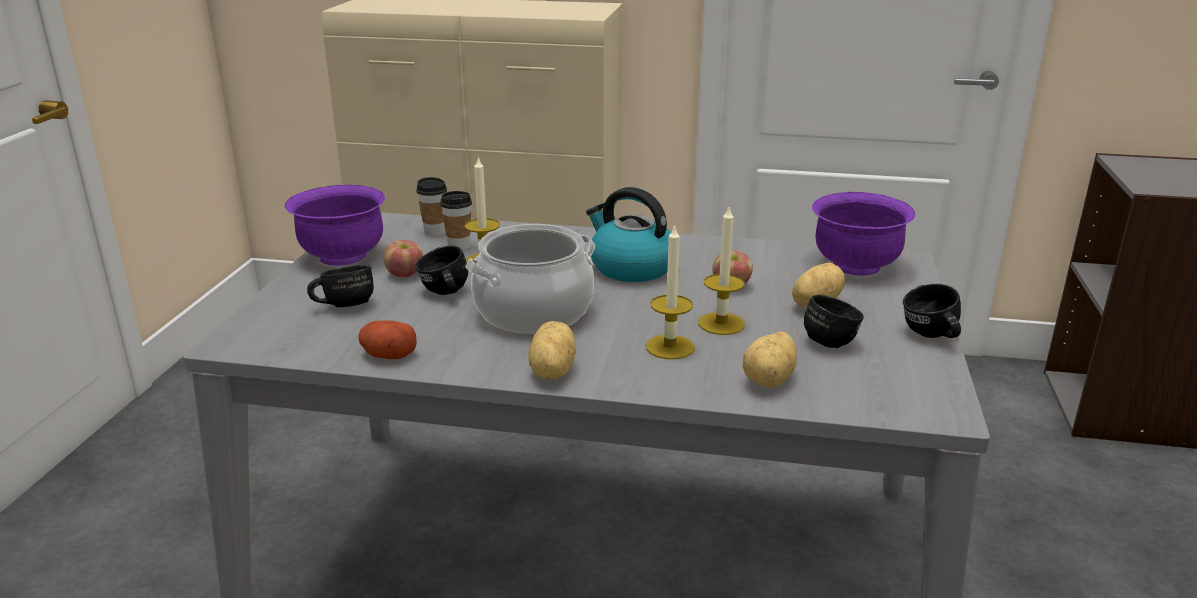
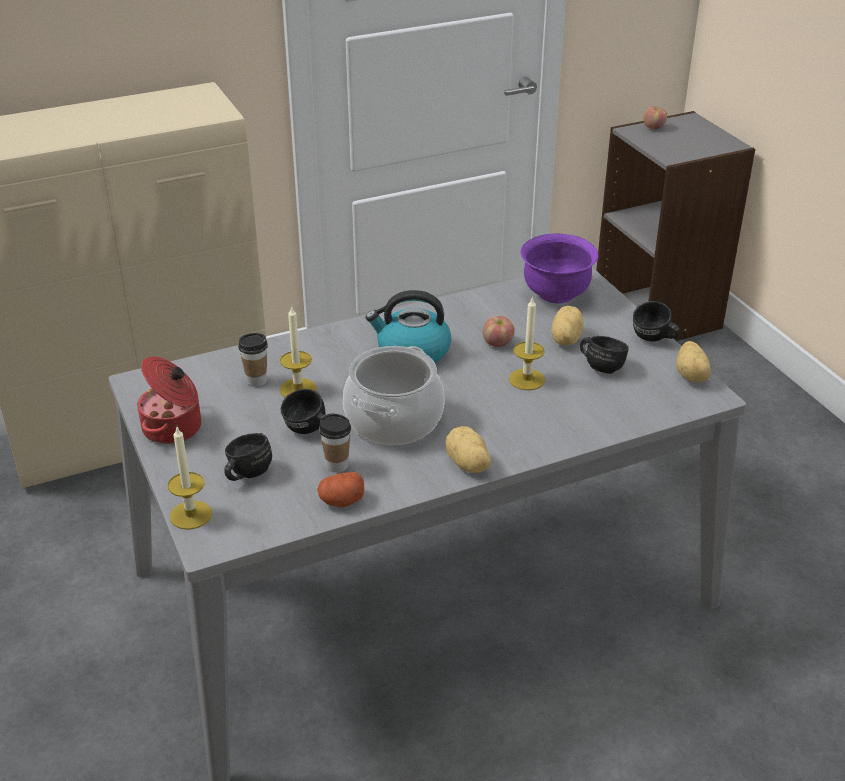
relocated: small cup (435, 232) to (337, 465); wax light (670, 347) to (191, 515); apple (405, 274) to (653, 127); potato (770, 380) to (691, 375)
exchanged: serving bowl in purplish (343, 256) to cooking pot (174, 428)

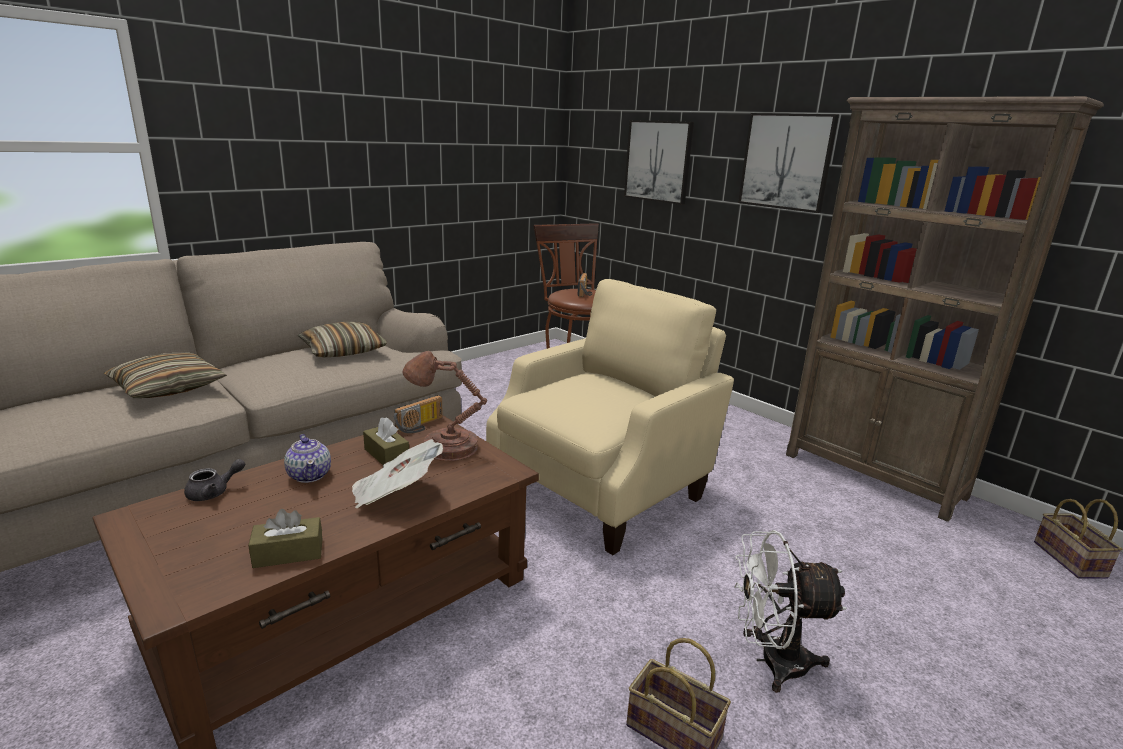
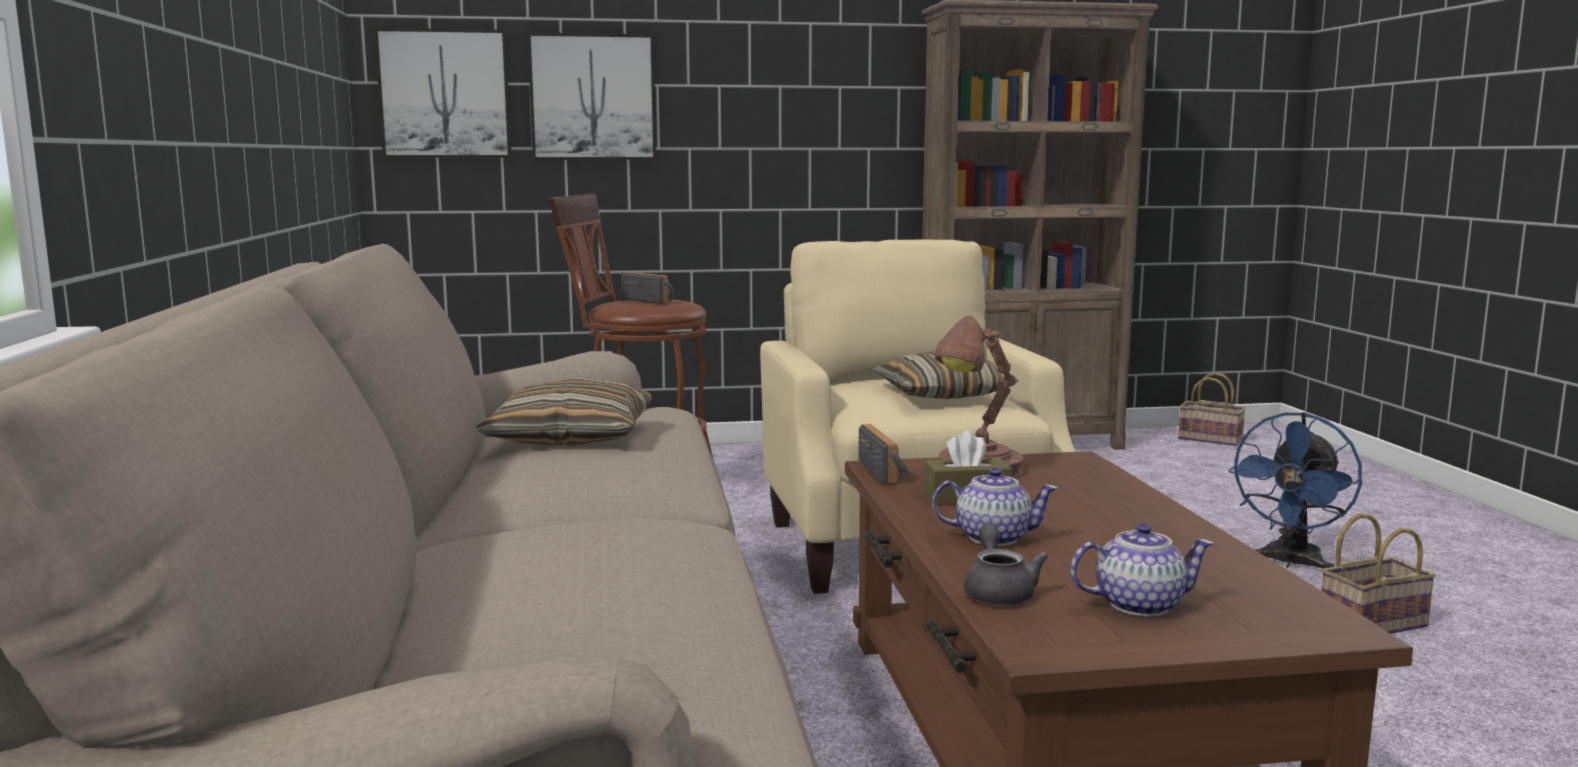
missing: daily paper (395, 494); tissue holder in brown (288, 553)
appeared: tea pot (1137, 605)
relocated: wall picture (786, 161) to (445, 94); throw pillow (168, 388) to (942, 394)
colour: cooling fan in whitish (771, 661) to cooling fan in blue (1290, 563)

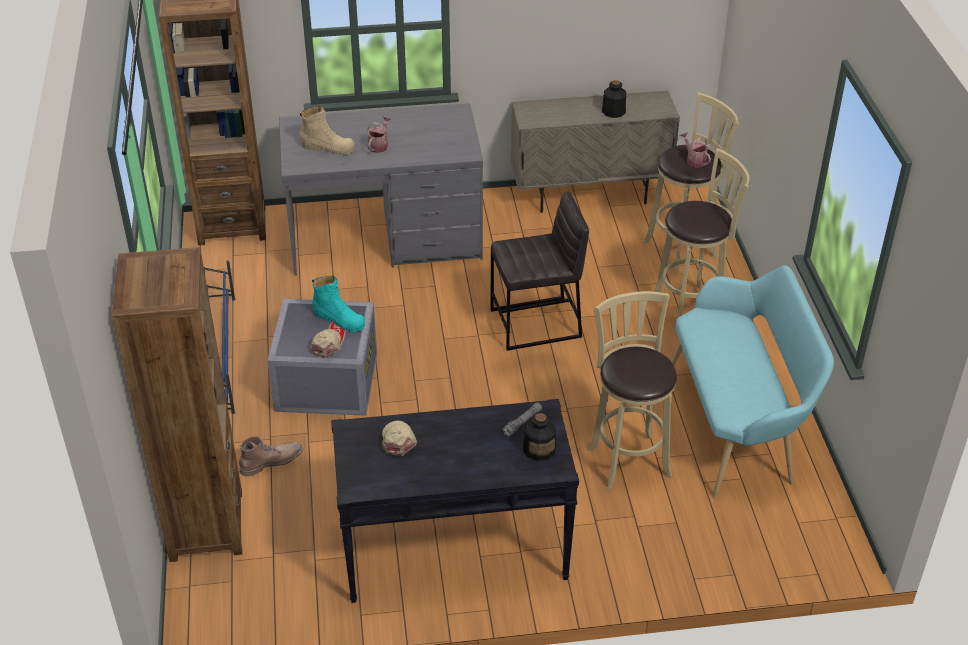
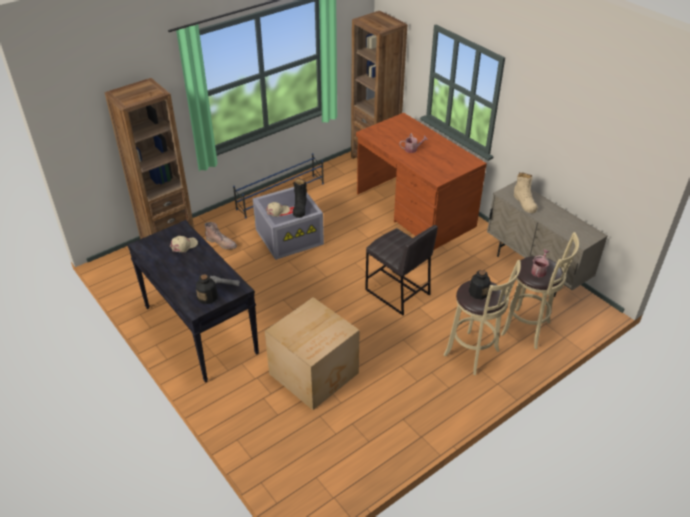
missing: indoor bench in blue-green (737, 426)
relocated: bottle (613, 111) to (478, 292); high-top boot in beige-coloured (328, 147) to (524, 202)
exchanged: sitting stool in beige-coloured (627, 459) to packing box (315, 373)
colour: desk in grey (386, 238) to desk in brown (414, 210); high-top boot in blue-green (339, 319) to high-top boot in blackish (300, 207)

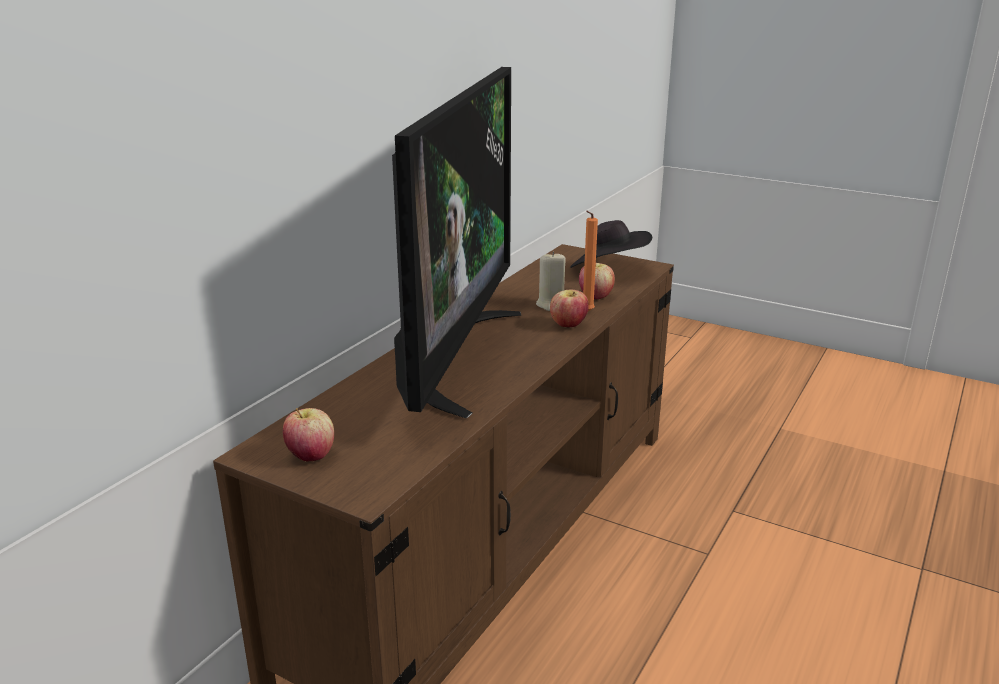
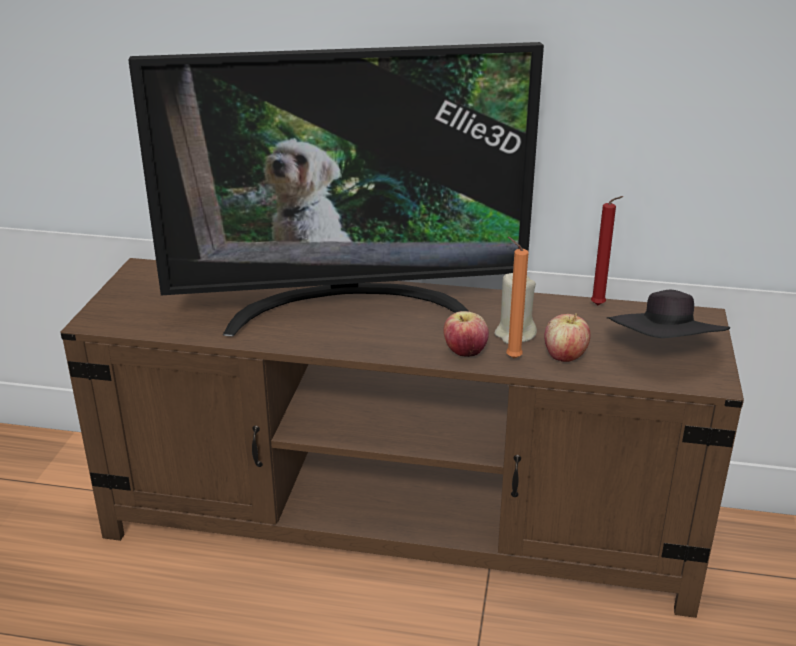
missing: apple (311, 455)
appeared: wax light in red-coloured (600, 306)

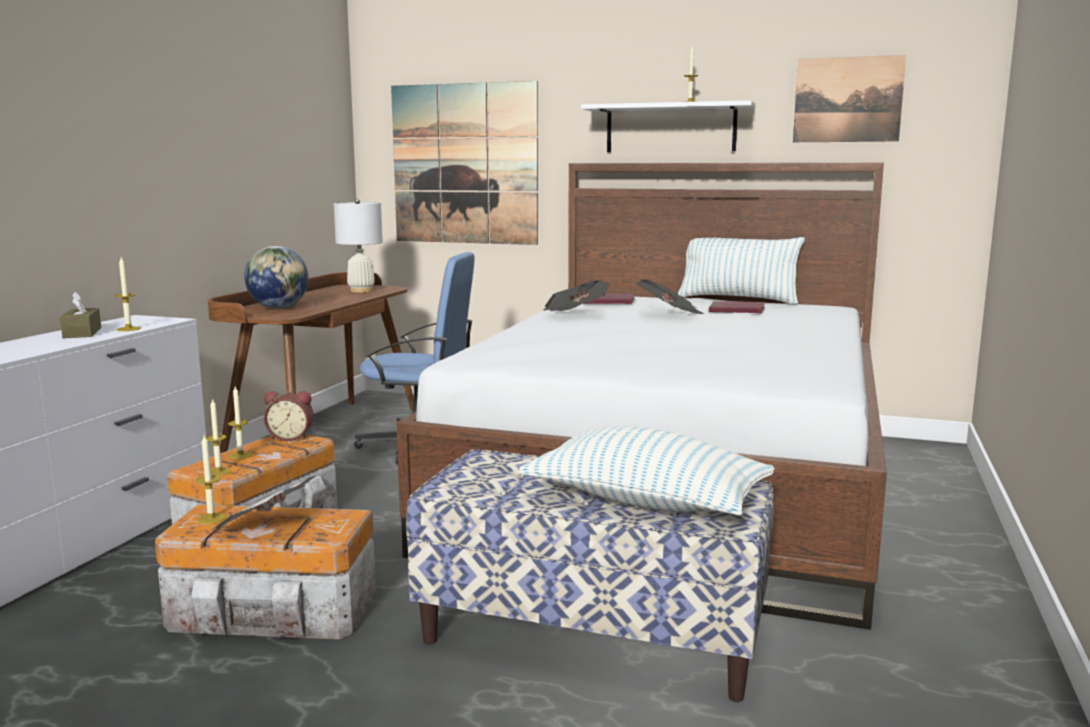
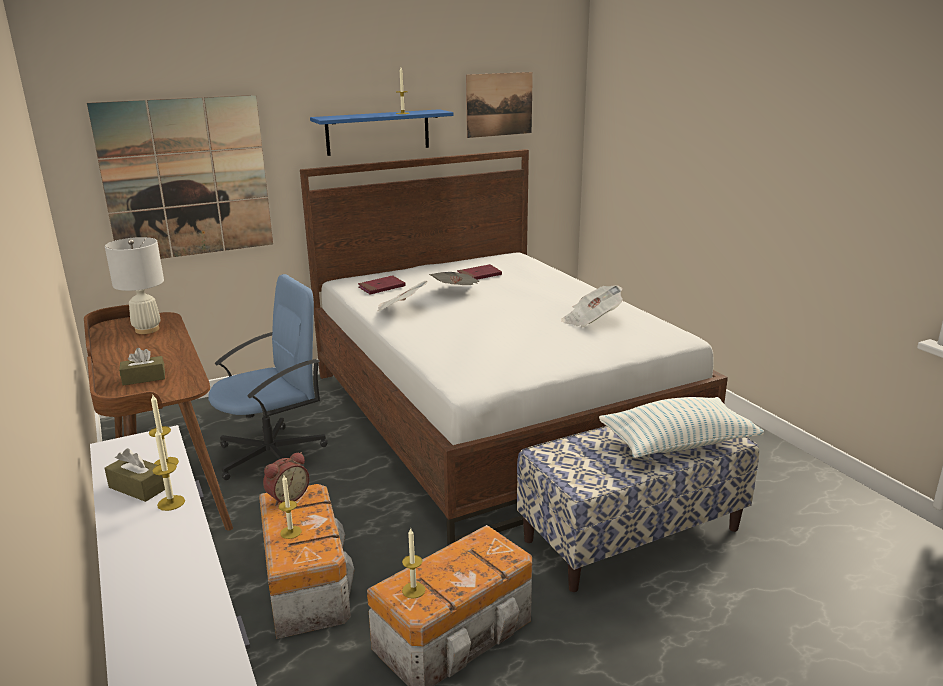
missing: throw pillow (738, 299)
relocated: wax light (218, 472) to (171, 503); daily paper (265, 529) to (591, 321)
exchanged: world globe (279, 308) to tissue holder in brown (144, 378)
colour: shelf in whitish (670, 128) to shelf in blue (378, 132)

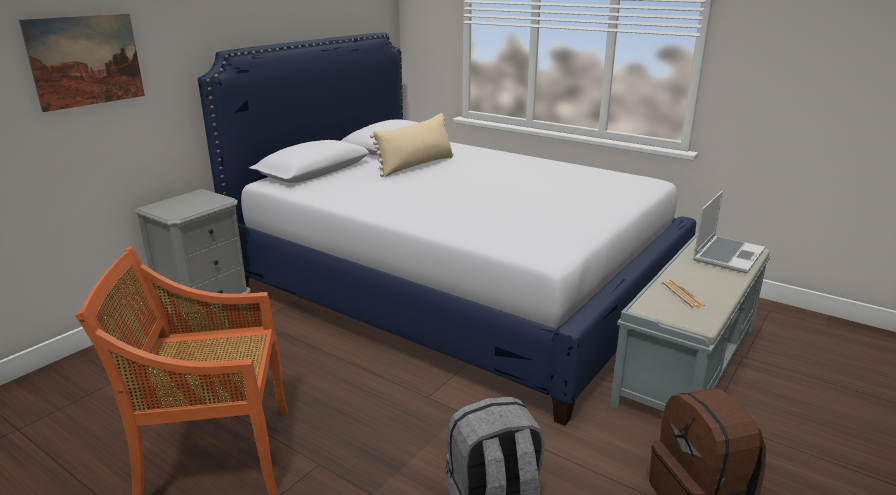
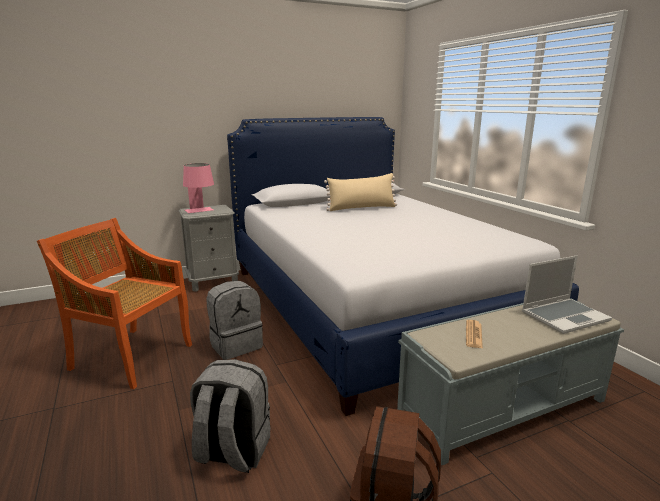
missing: wall picture (86, 61)
appeared: table lamp in pink-coloured (200, 211); knapsack in grey (236, 345)

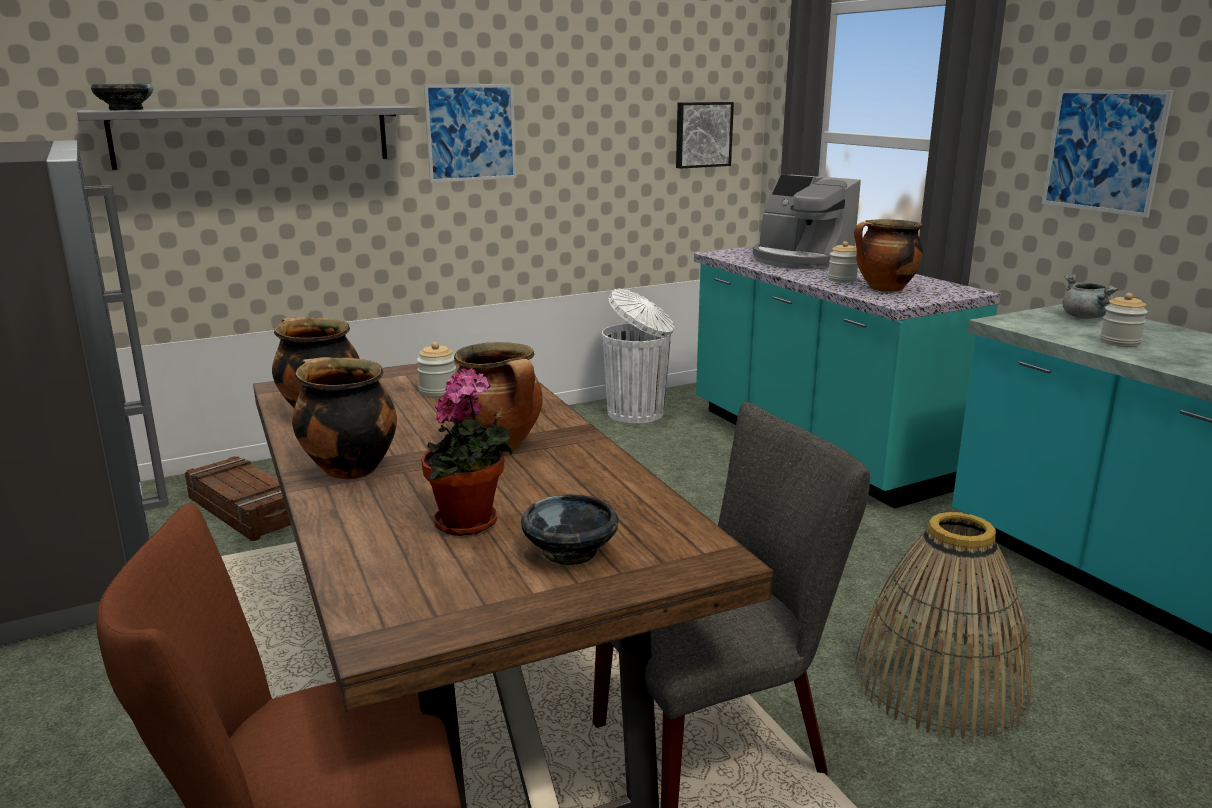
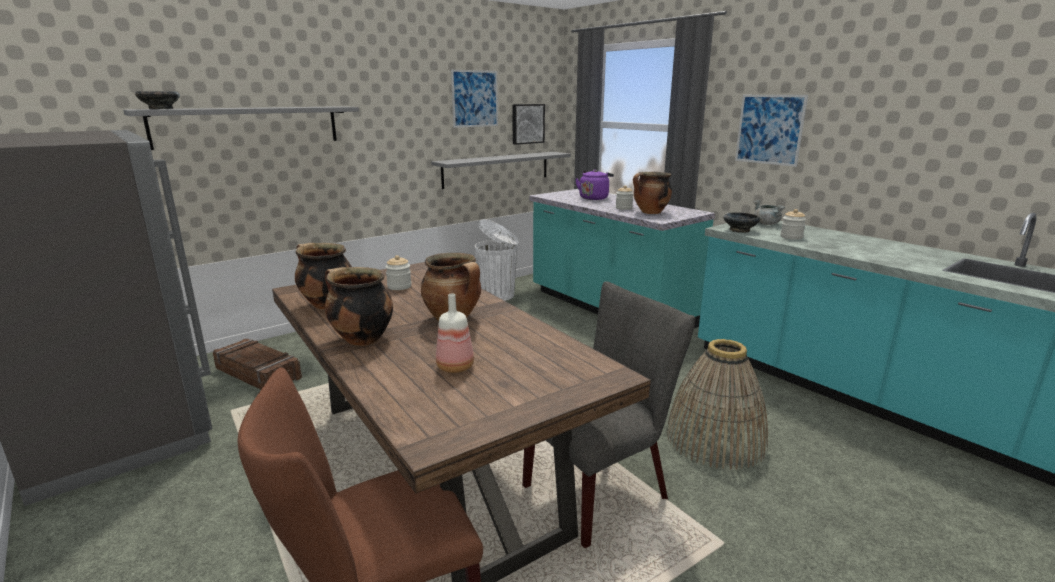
appeared: shelf in grey (496, 169)
relocated: wall picture (471, 132) to (475, 98); serving bowl in blackish (570, 553) to (739, 230)
exchanged: coffee brewer (800, 260) to water kettle in purplish (594, 198); plant in a pot (470, 524) to bottle (456, 367)

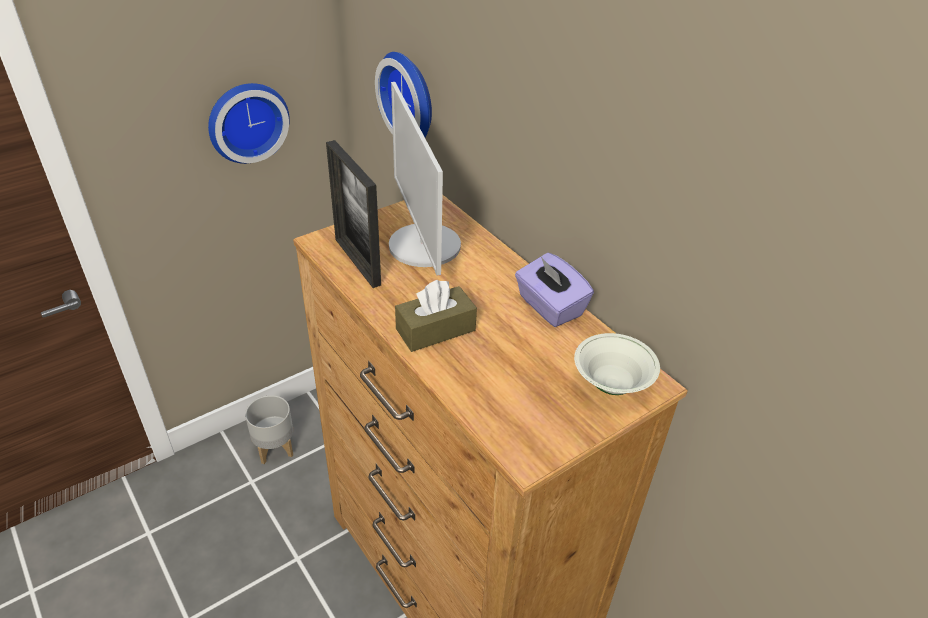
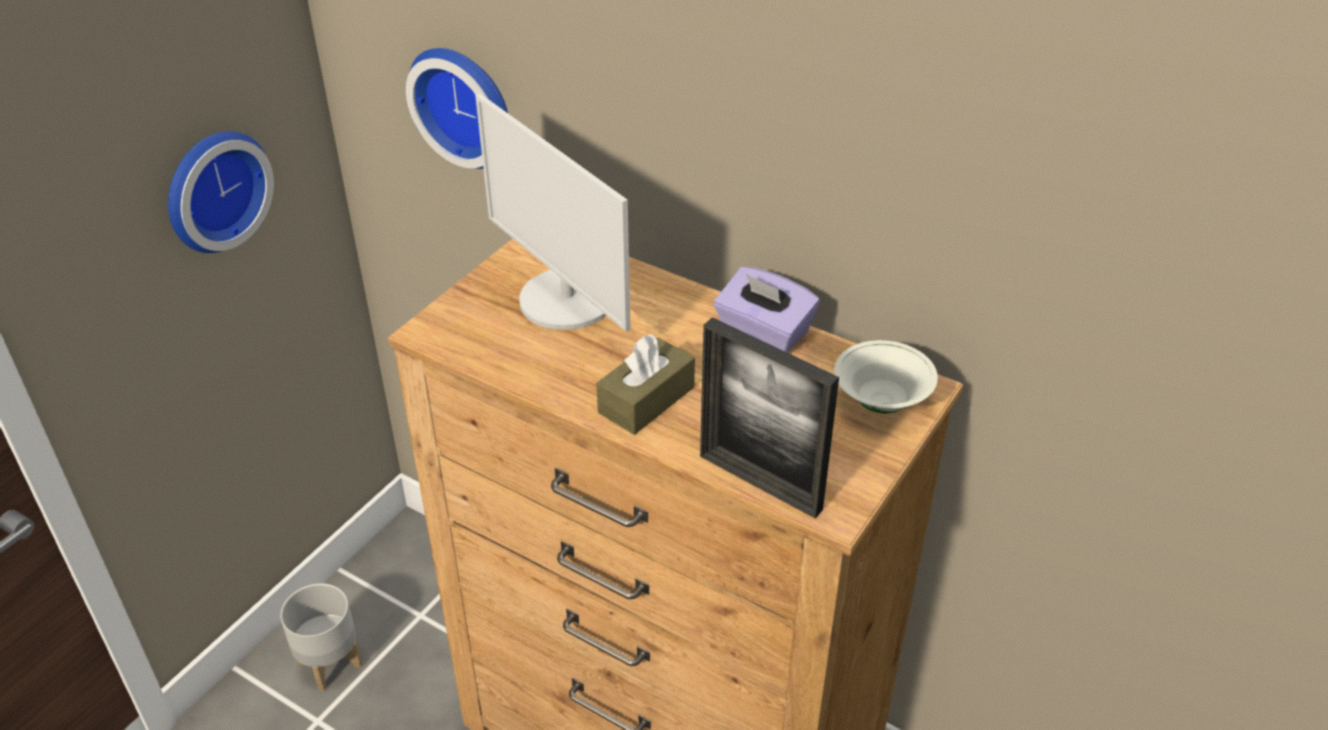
relocated: picture frame (357, 261) to (760, 482)

